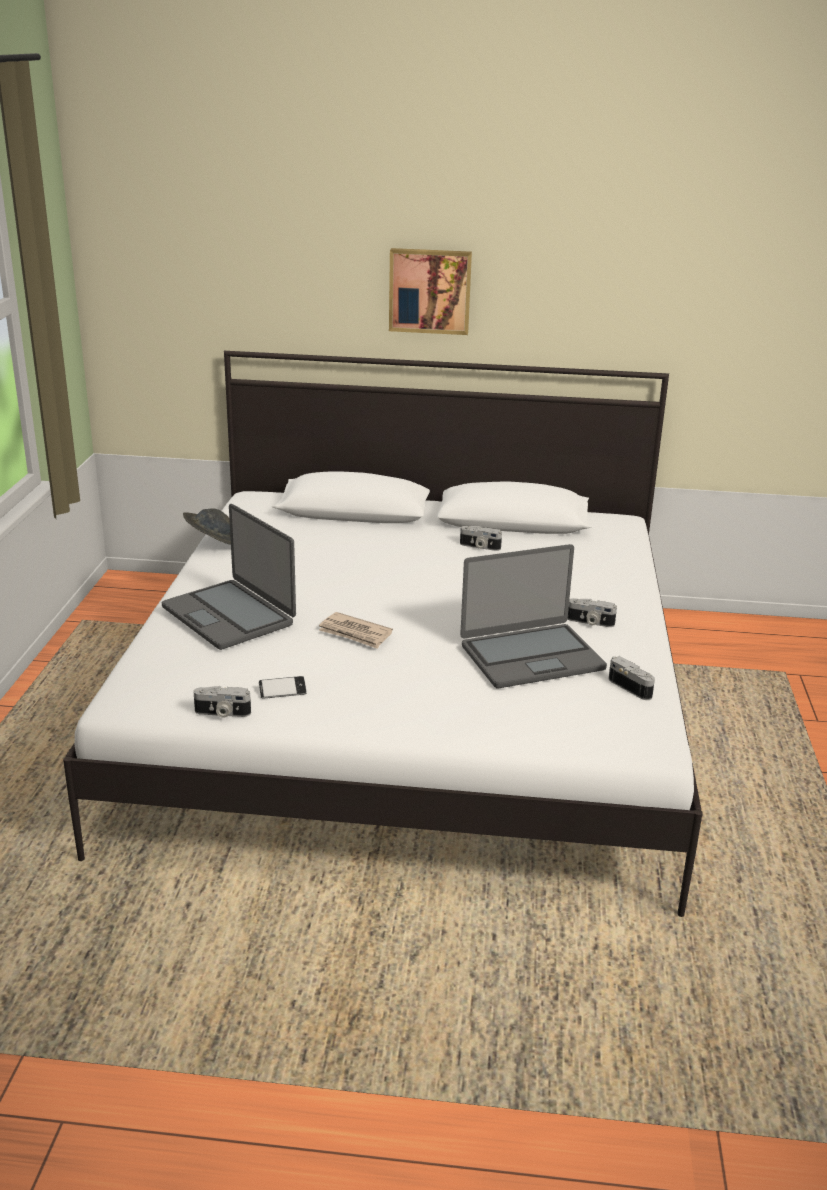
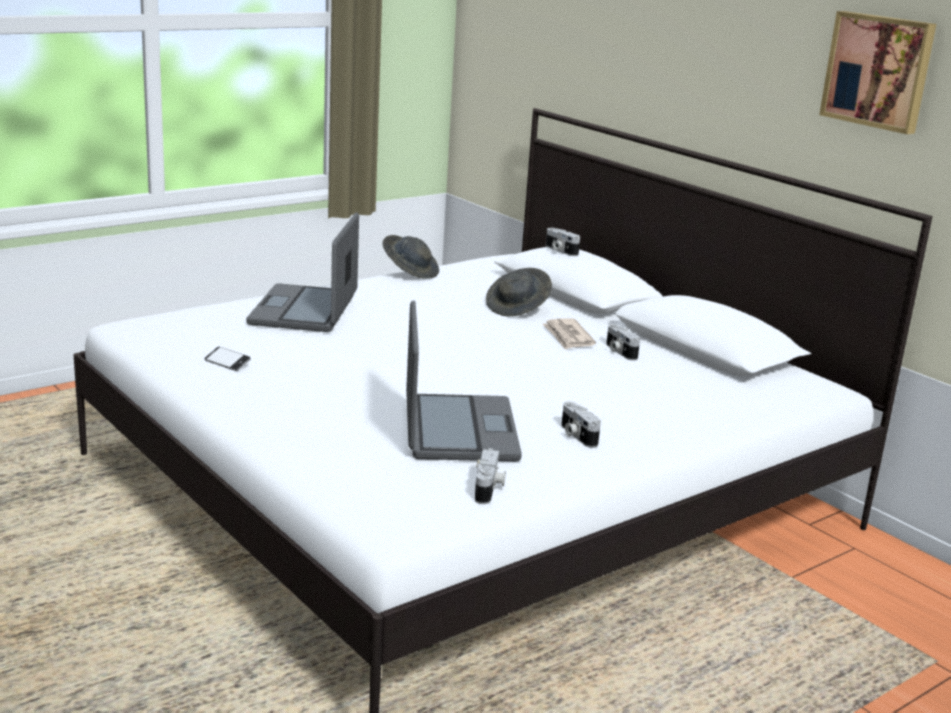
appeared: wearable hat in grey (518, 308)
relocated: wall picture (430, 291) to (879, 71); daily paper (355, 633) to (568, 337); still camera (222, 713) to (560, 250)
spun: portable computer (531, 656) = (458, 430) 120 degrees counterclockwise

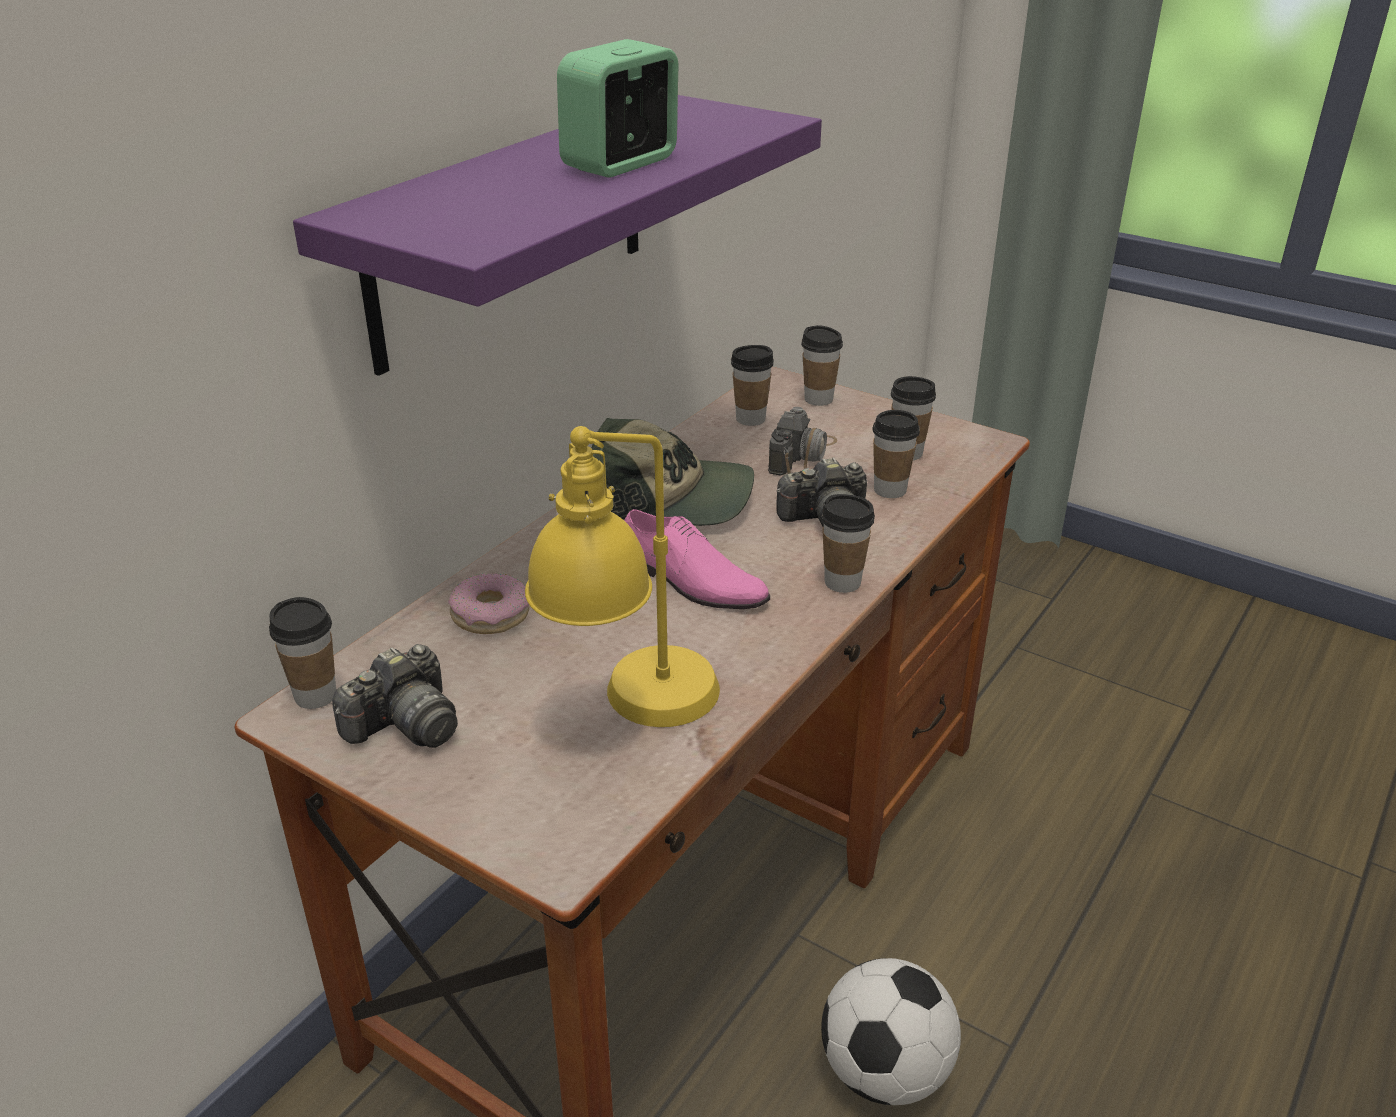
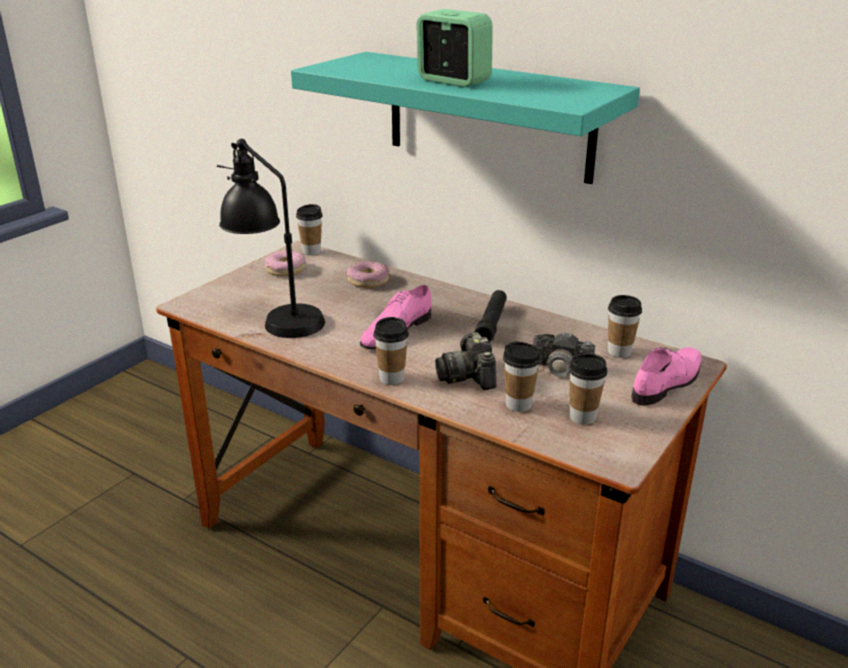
missing: football (884, 1072)
exchanged: small cup (818, 399) to item of footwear in pink-coloured (668, 382); baseball cap (670, 500) to flashlight in blackish (491, 323); still camera (405, 725) to ring doughnut (285, 269)
colour: shelf in purplish (512, 228) to shelf in blue-green (488, 116); table lamp in yellow (632, 717) to table lamp in blackish (275, 316)

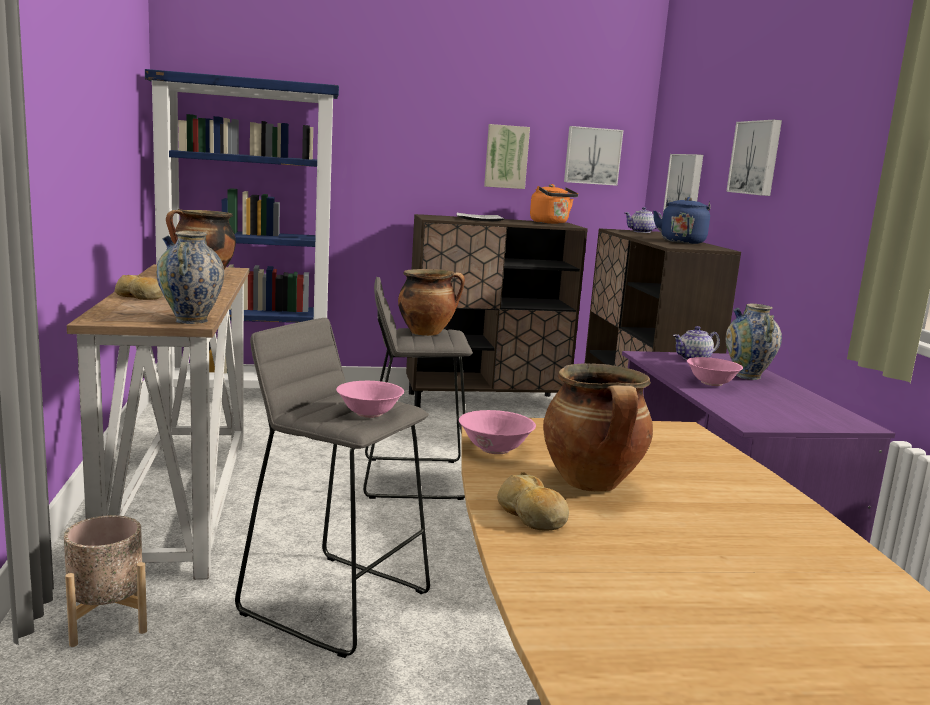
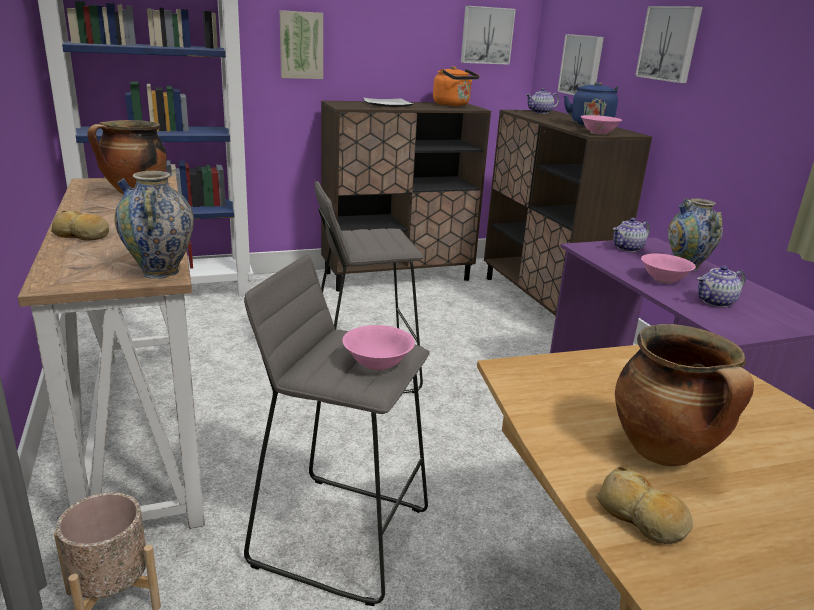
missing: cooking pot (427, 333)
appeared: tea pot (715, 302)
relocated: wall picture (506, 156) to (301, 45); serving bowl in pink-coloured (495, 449) to (598, 133)

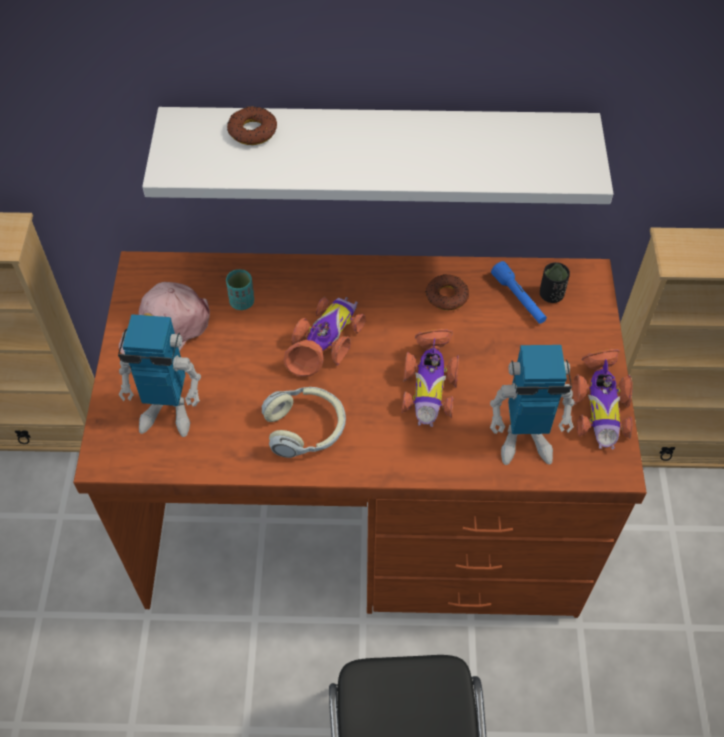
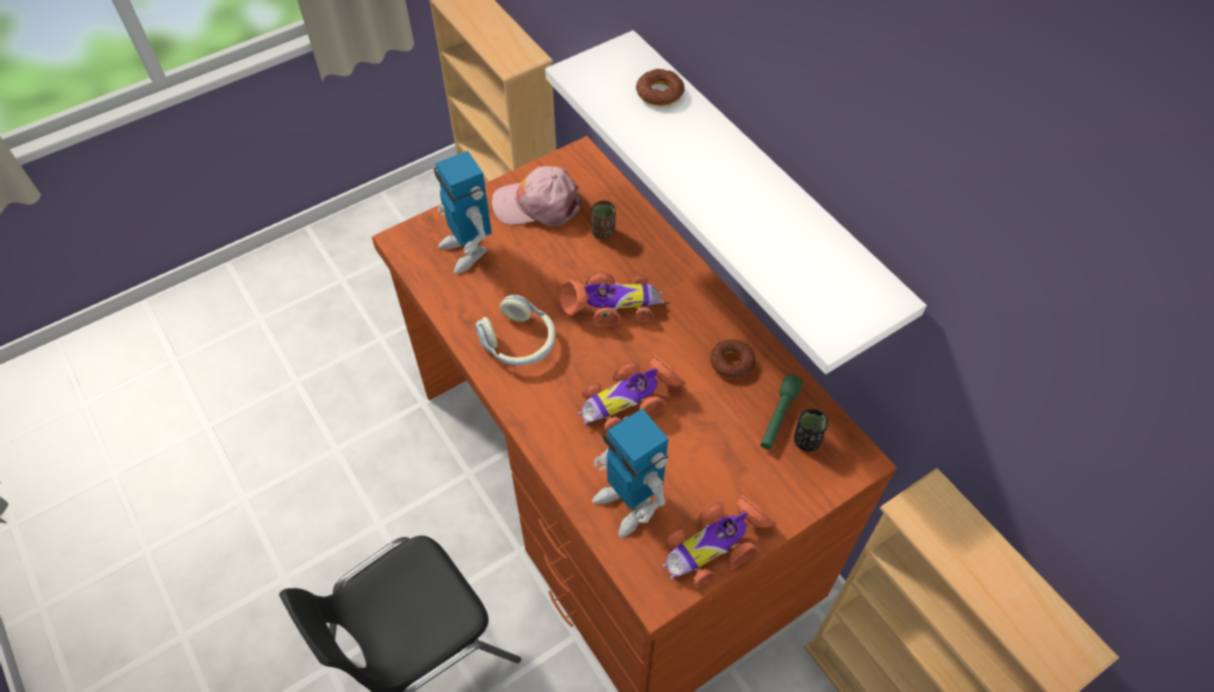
colour: flashlight in blue (518, 299) to flashlight in green (778, 417); small cup in blue-green (242, 302) to small cup in brown (603, 232)

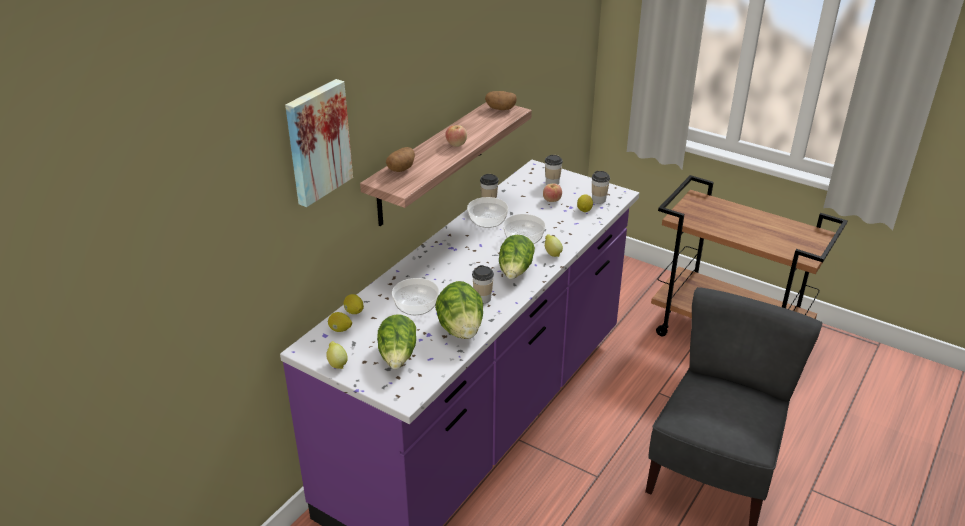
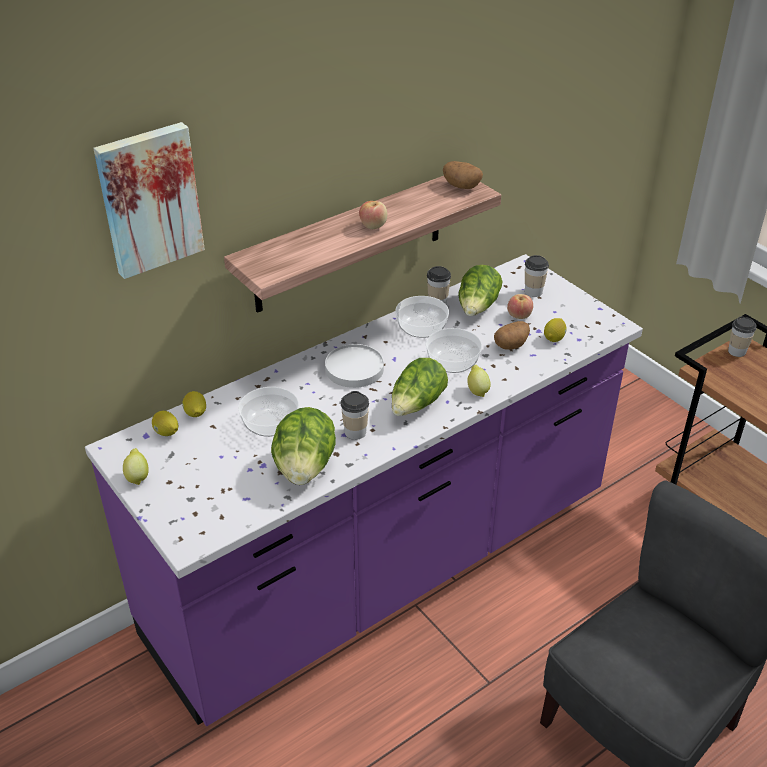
appeared: plate in whitish (354, 369)
relocated: potato (401, 169) to (511, 345); small cup (598, 200) to (737, 351); lettuce head (398, 356) to (478, 307)

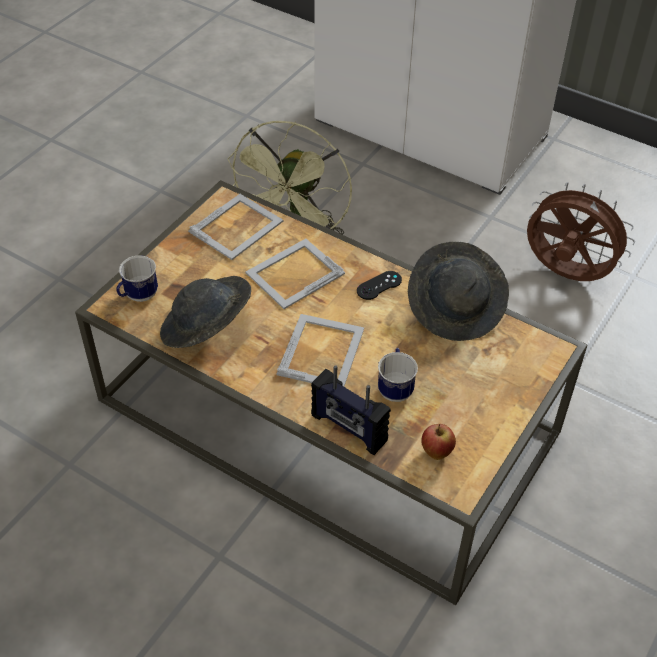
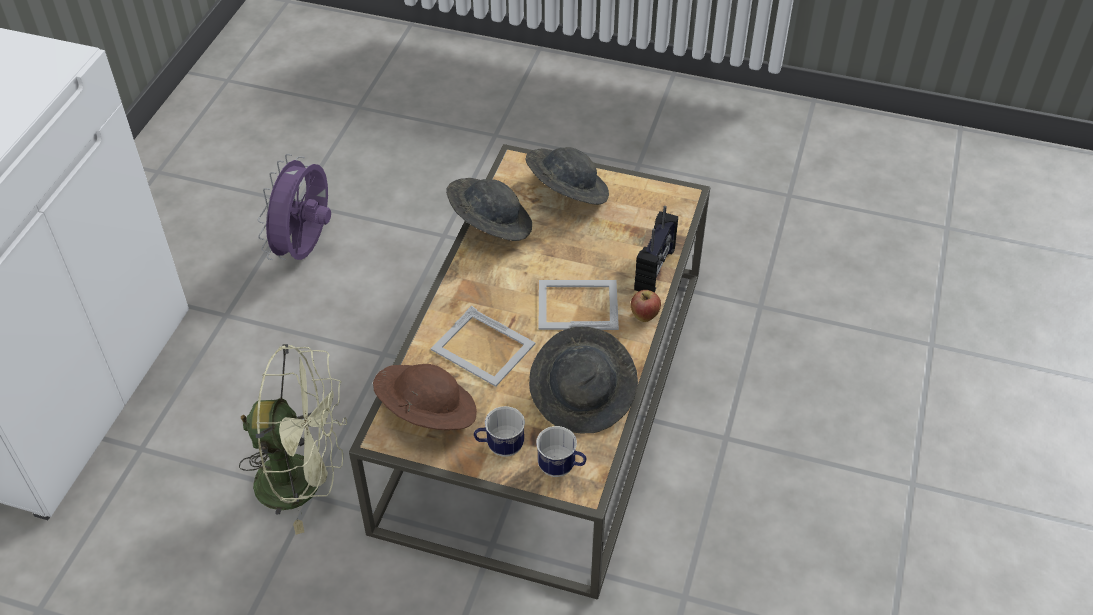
missing: game controller in blackish (379, 285)
appeared: wearable hat in grey (566, 192)
relocated: coffee mug (395, 387) to (500, 447); apple (436, 452) to (644, 317)
exchanged: picture frame (237, 226) to wearable hat in brown (426, 412)
colour: cooling fan in brown (565, 275) to cooling fan in purplish (306, 249)

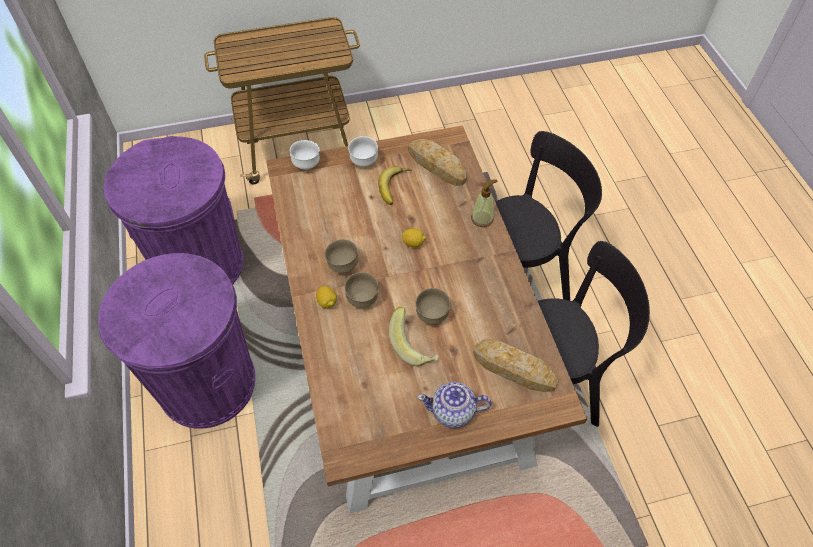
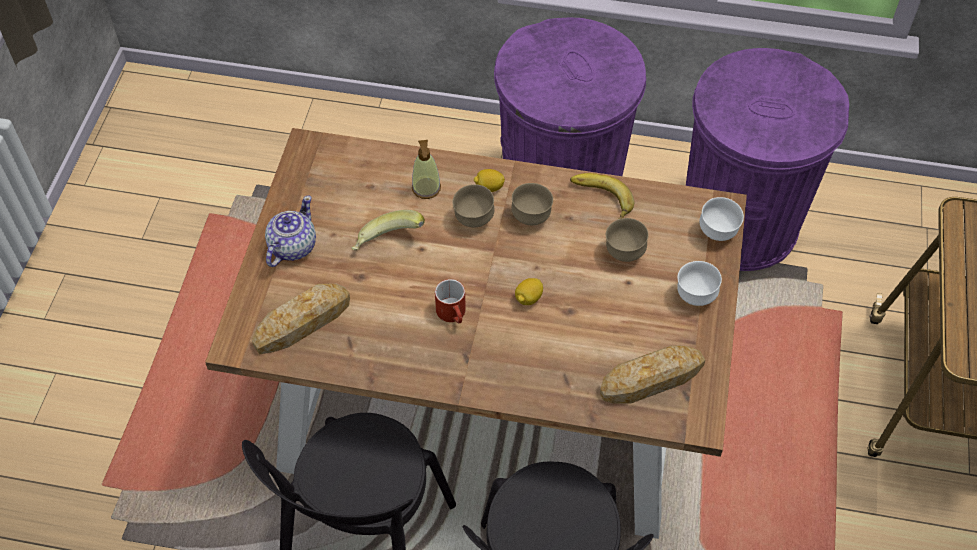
appeared: coffee mug in red-coloured (454, 314)
relocated: banana (396, 187) to (600, 199); liquid soap bottle (482, 219) to (426, 188); serving bowl in brown (432, 316) to (624, 253)

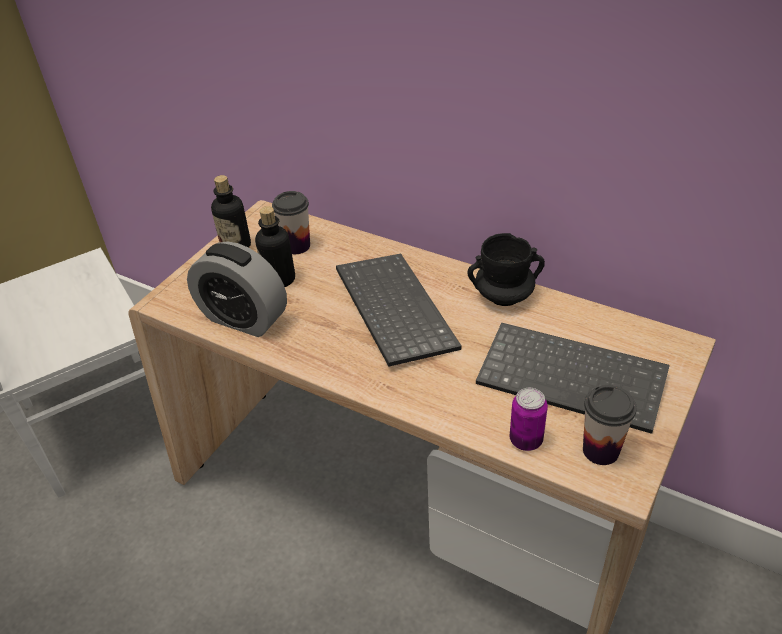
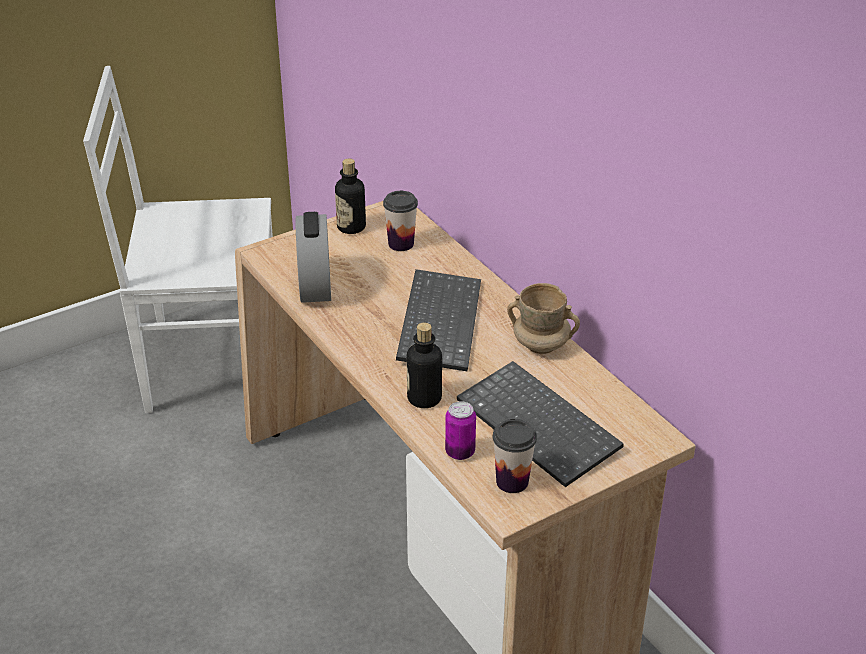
relocated: bottle (279, 279) to (424, 398)
colour: coffee mug in blackish (504, 296) to coffee mug in beige-coloured (541, 345)
spun: alarm clock (243, 318) = (315, 286) 150 degrees counterclockwise

